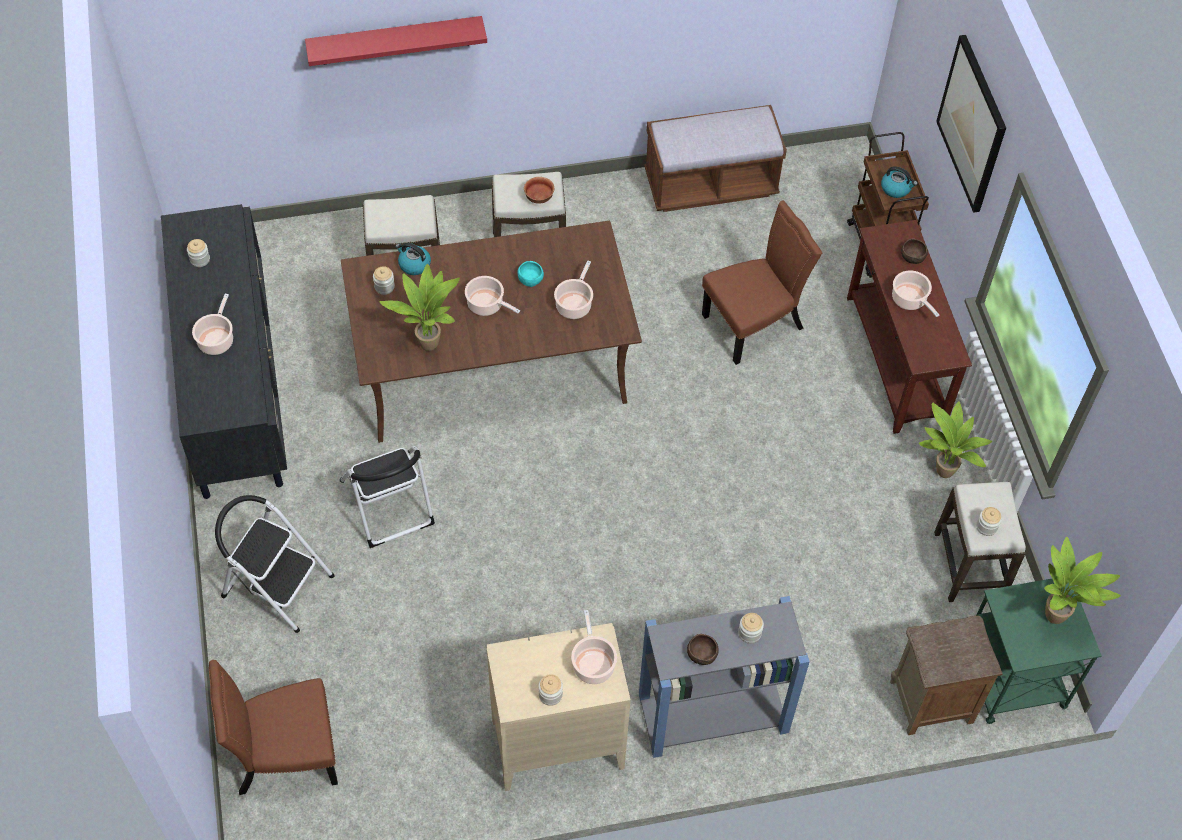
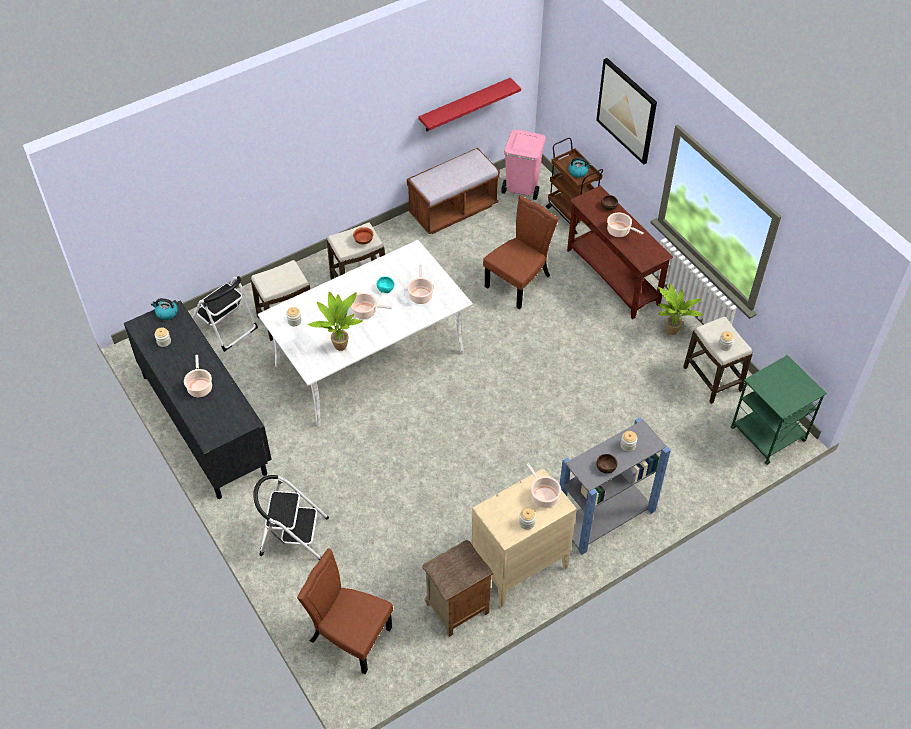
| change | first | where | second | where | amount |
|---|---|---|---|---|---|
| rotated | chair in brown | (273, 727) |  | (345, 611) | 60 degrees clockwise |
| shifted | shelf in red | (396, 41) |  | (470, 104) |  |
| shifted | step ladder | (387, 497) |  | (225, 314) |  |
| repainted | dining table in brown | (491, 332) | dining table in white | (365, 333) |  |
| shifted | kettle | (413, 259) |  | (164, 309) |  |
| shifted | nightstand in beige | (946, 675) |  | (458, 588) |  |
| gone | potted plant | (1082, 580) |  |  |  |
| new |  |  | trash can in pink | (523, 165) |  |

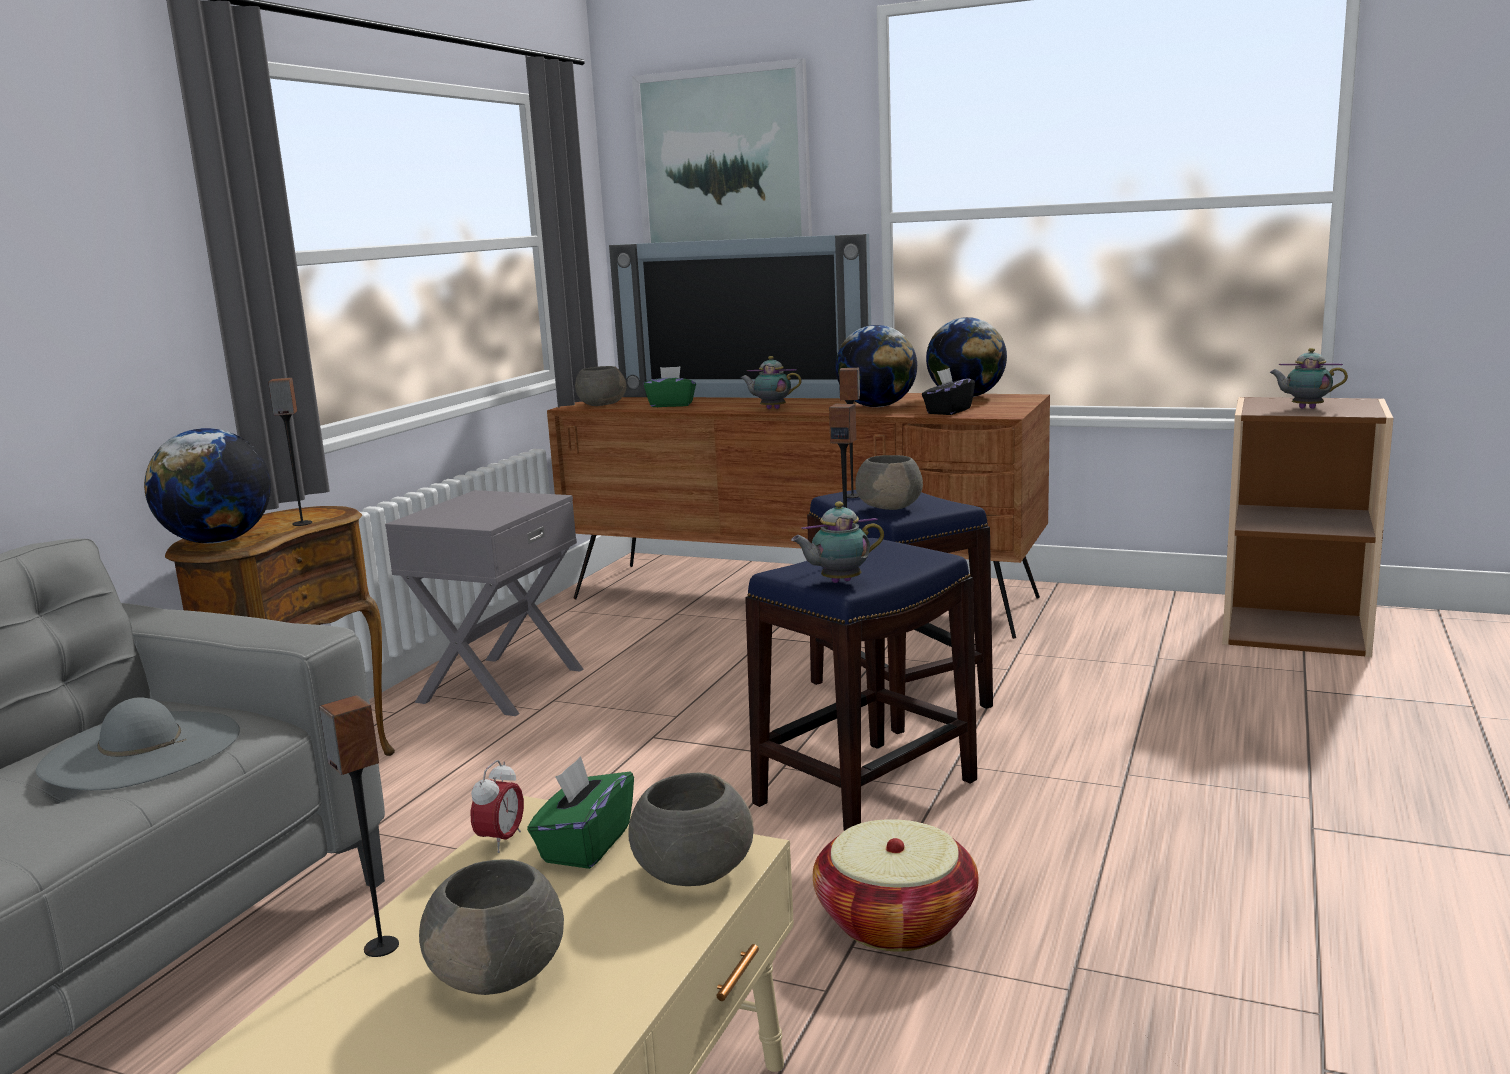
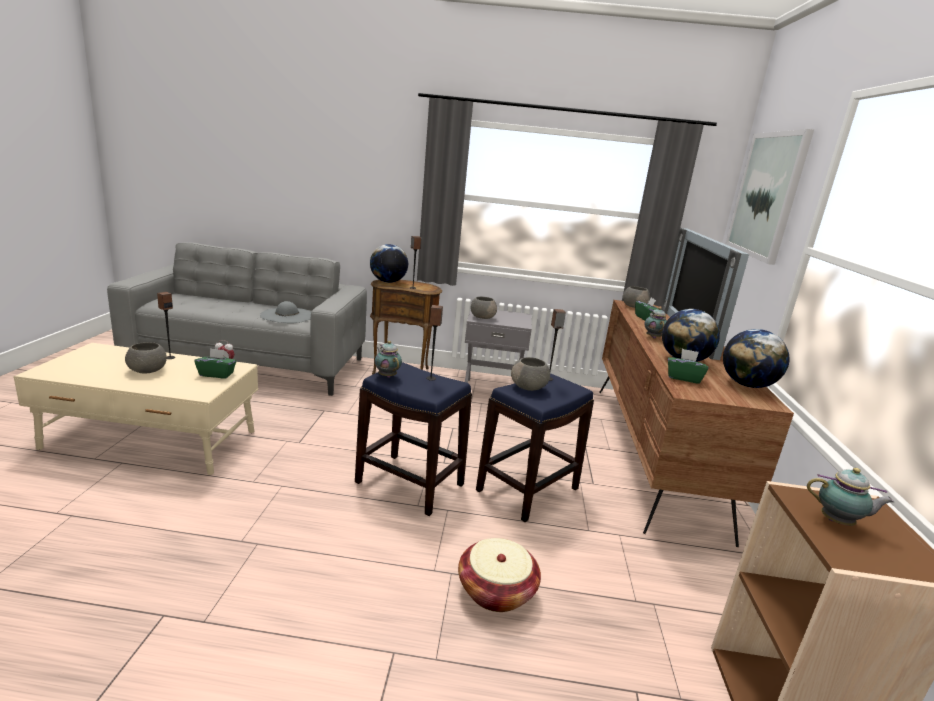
| change | first | where | second | where | amount |
|---|---|---|---|---|---|
| shifted | bowl in grey | (691, 829) |  | (484, 308) |  |
| shifted | basket | (896, 885) |  | (499, 575) |  |
| repainted | tissue box in black | (948, 391) | tissue box in green | (688, 366) |  |
| rotated | teapot | (1308, 378) |  | (850, 497) | 105 degrees clockwise |

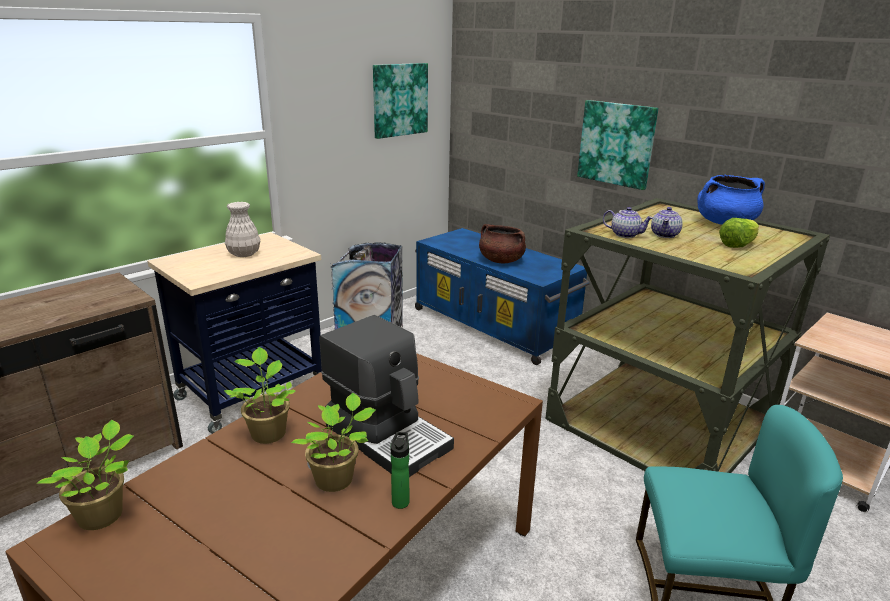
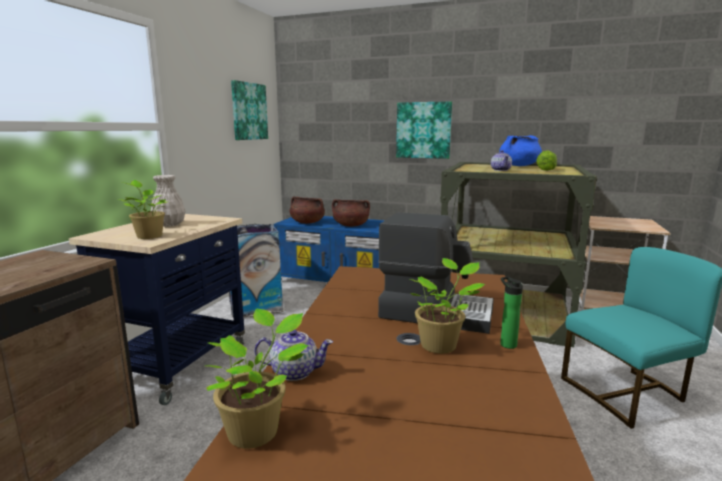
| change | first | where | second | where | amount |
|---|---|---|---|---|---|
| shifted | potted plant | (260, 395) |  | (142, 209) |  |
| shifted | teapot | (628, 222) |  | (294, 355) |  |
| new |  |  | cooking pot in brown | (307, 210) |  |

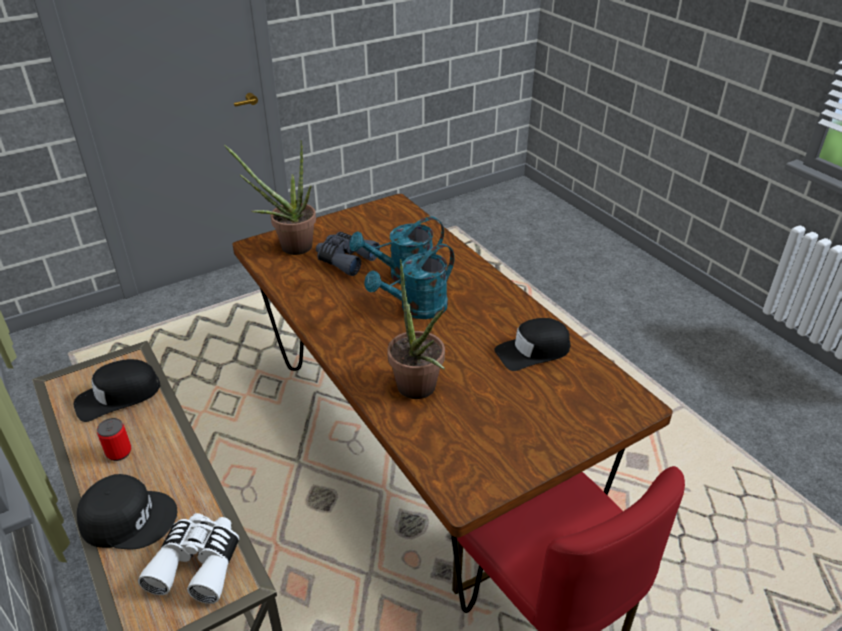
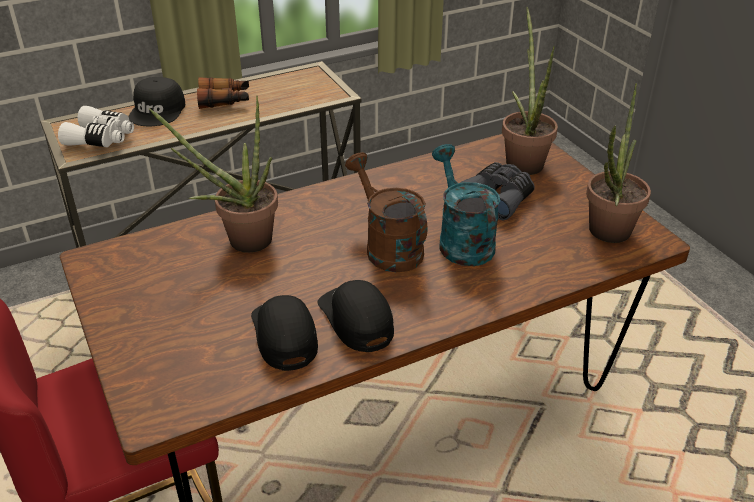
| change | first | where | second | where | amount |
|---|---|---|---|---|---|
| shifted | cap in black | (117, 390) |  | (355, 316) |  |
| swapped | can | (114, 439) | binoculars | (223, 93) |  |
| repainted | watering can in turquoise | (409, 281) | watering can in brown | (386, 212) |  |
| new |  |  | potted plant | (618, 163) |  |

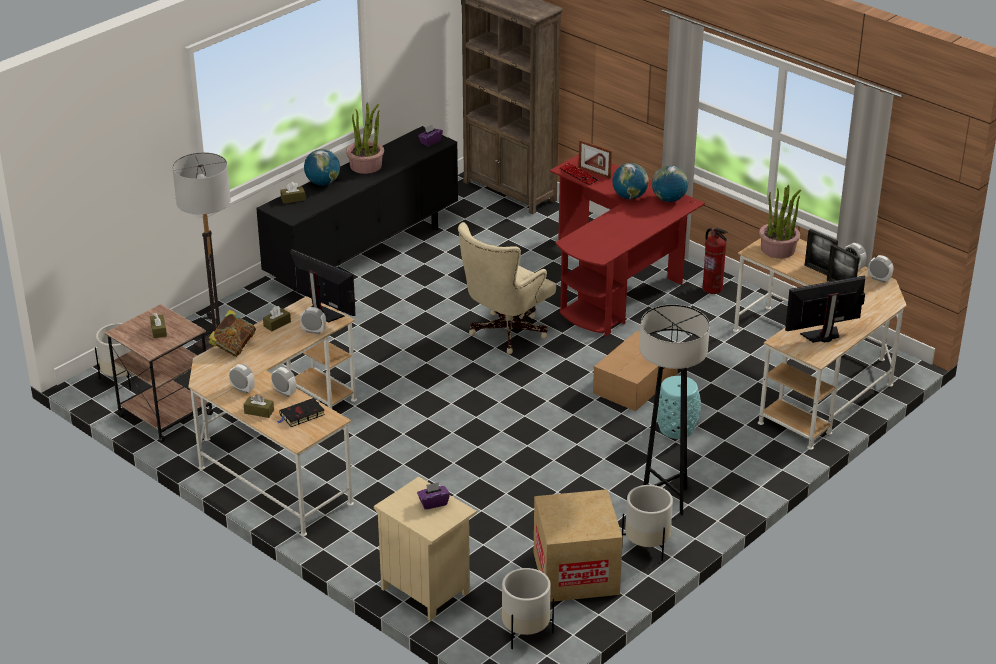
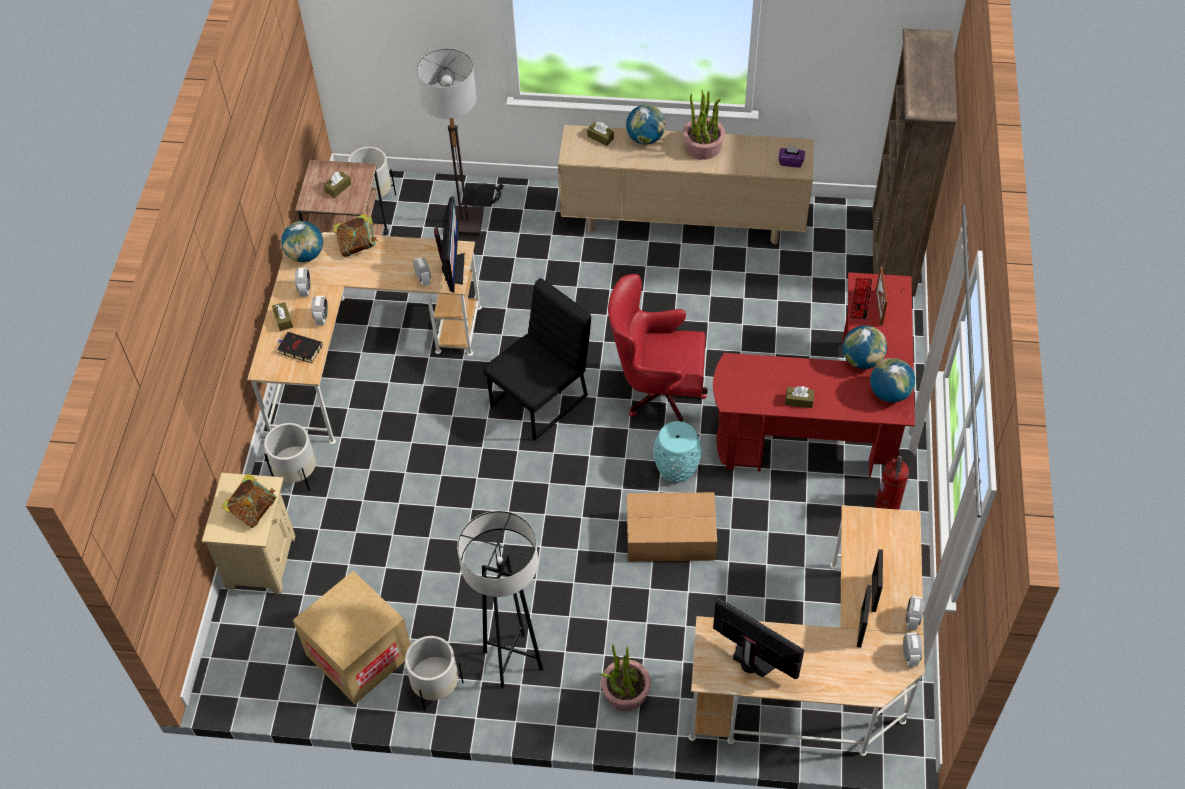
| change | first | where | second | where | amount |
|---|---|---|---|---|---|
| repainted | cabinet in black | (357, 206) | cabinet in beige | (686, 184) |  |
| shifted | tissue box in brown | (277, 318) |  | (799, 397) |  |
| swapped | tissue box in purple | (433, 496) | book | (249, 501) |  |
| repainted | office chair in beige | (507, 288) | office chair in red | (658, 348) |  |
| shifted | planter in white | (528, 608) |  | (290, 457) |  |
| shifted | stool in turquoise | (679, 407) |  | (677, 452) |  |
| shifted | potted plant | (780, 221) |  | (626, 677) |  |
| new |  |  | globe | (302, 241) |  |
| new |  |  | chair in black | (537, 359) |  |

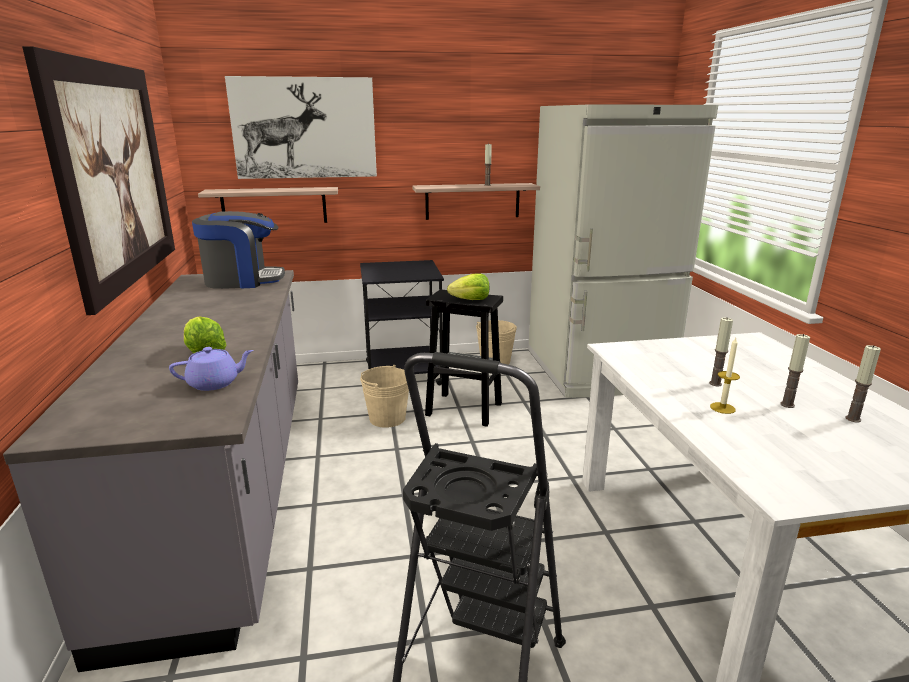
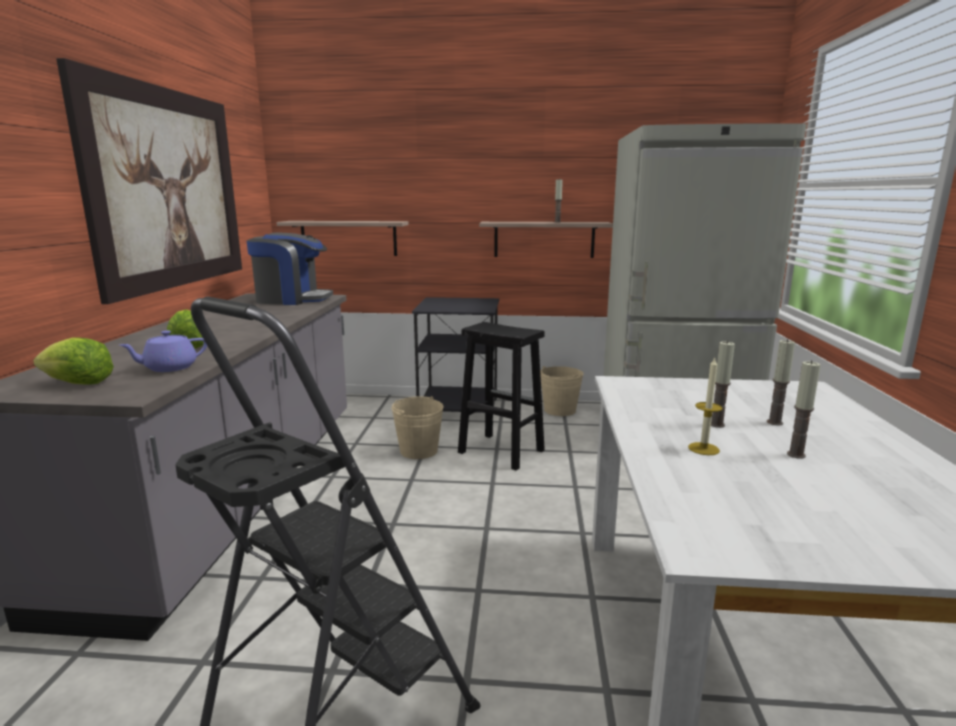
| change | first | where | second | where | amount |
|---|---|---|---|---|---|
| rotated | teapot in purple | (211, 369) |  | (163, 351) | 150 degrees clockwise |
| gone | picture | (301, 127) |  |  |  |
| shifted | lettuce | (468, 287) |  | (73, 360) |  |
| shifted | candle | (863, 383) |  | (781, 382) |  |

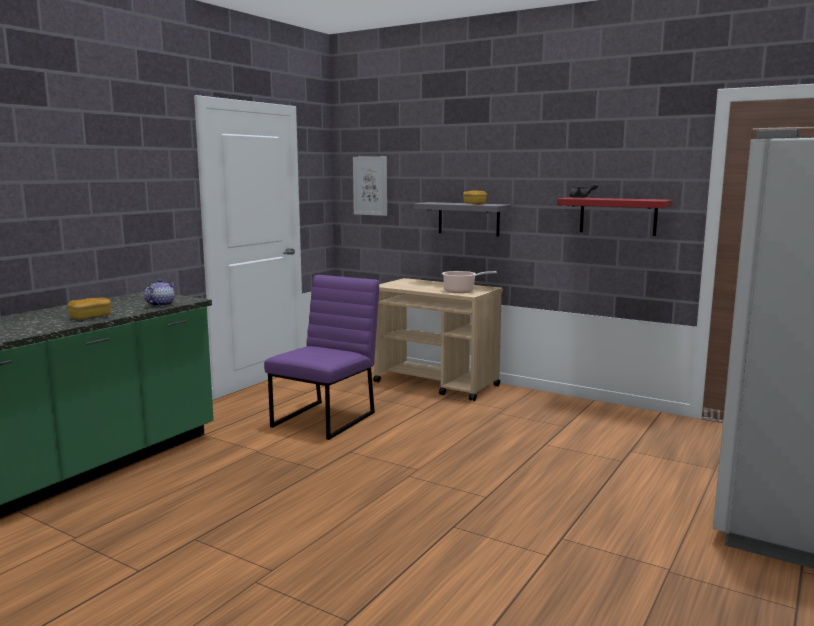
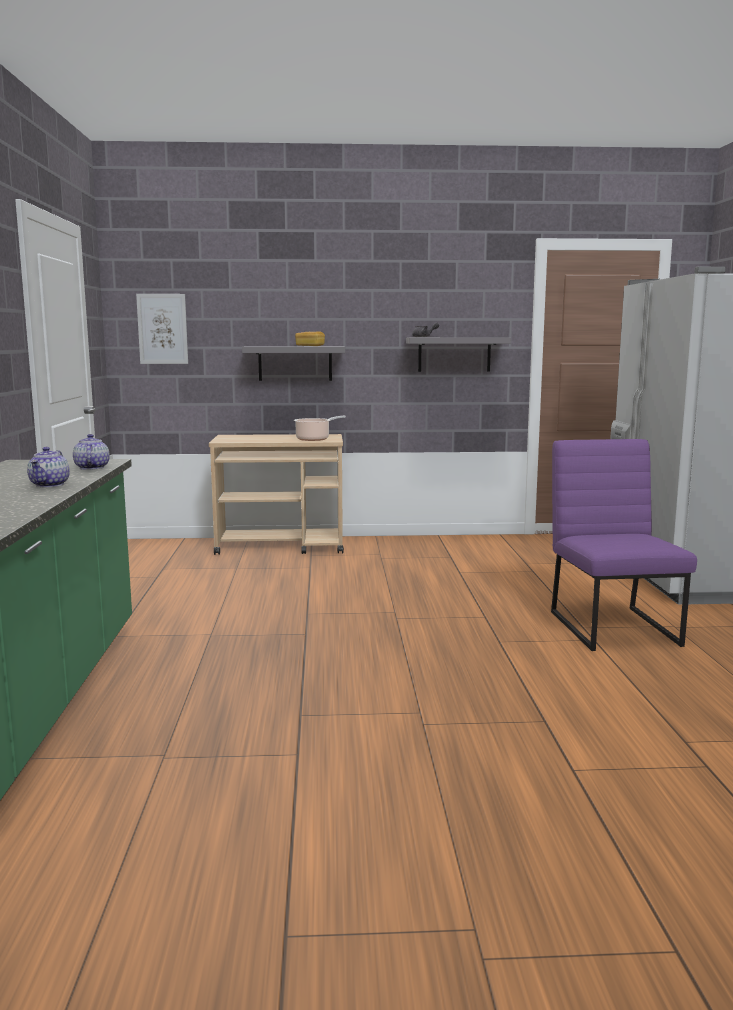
| change | first | where | second | where | amount |
|---|---|---|---|---|---|
| swapped | bread | (89, 308) | teapot | (48, 467) |  |
| shifted | chair in purple | (321, 357) |  | (624, 545) |  |
| repainted | shelf in red | (615, 216) | shelf in grey | (458, 354) |  |

